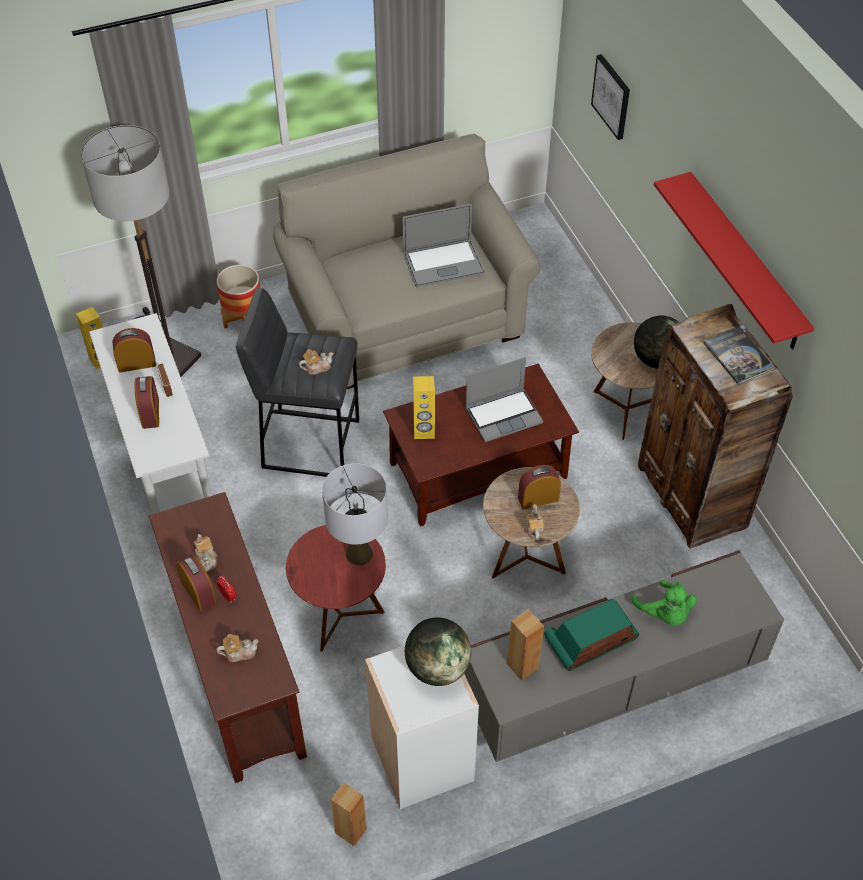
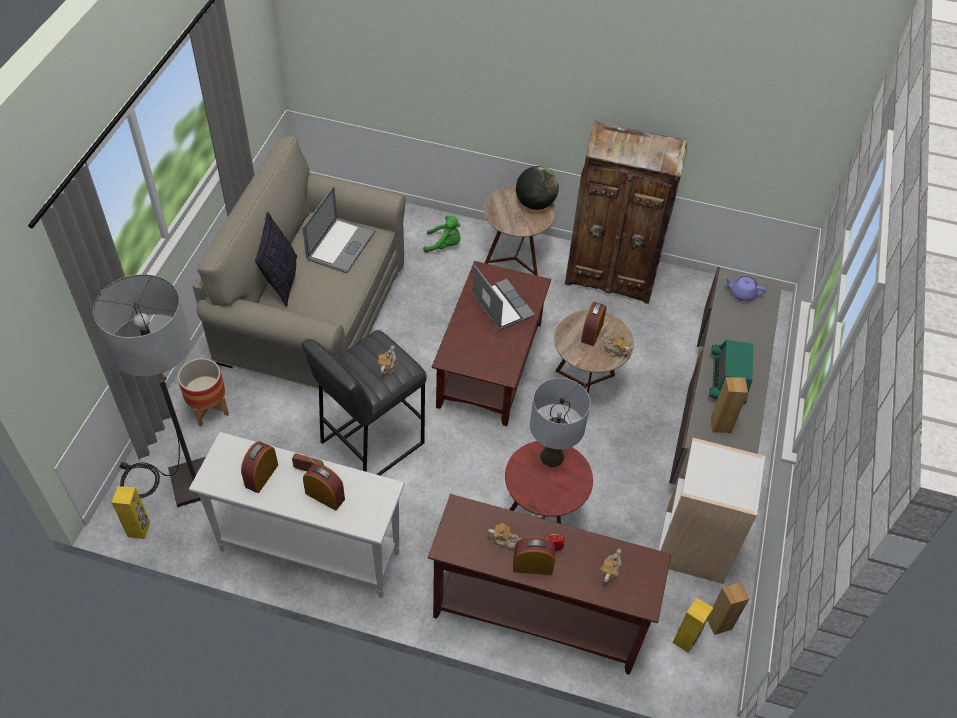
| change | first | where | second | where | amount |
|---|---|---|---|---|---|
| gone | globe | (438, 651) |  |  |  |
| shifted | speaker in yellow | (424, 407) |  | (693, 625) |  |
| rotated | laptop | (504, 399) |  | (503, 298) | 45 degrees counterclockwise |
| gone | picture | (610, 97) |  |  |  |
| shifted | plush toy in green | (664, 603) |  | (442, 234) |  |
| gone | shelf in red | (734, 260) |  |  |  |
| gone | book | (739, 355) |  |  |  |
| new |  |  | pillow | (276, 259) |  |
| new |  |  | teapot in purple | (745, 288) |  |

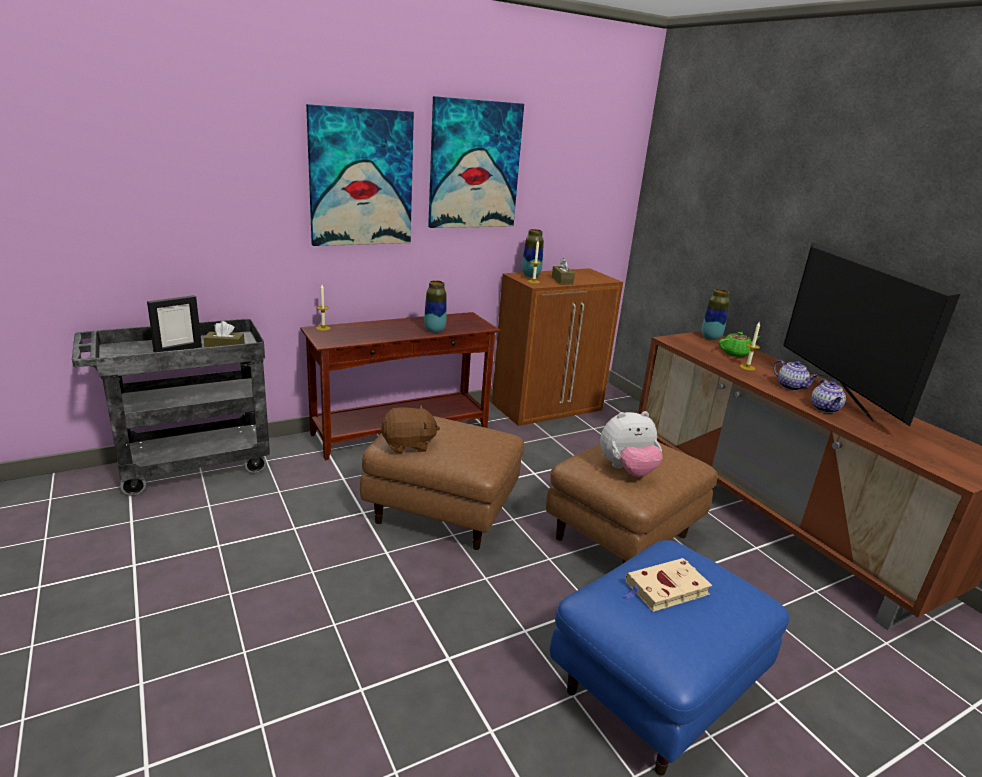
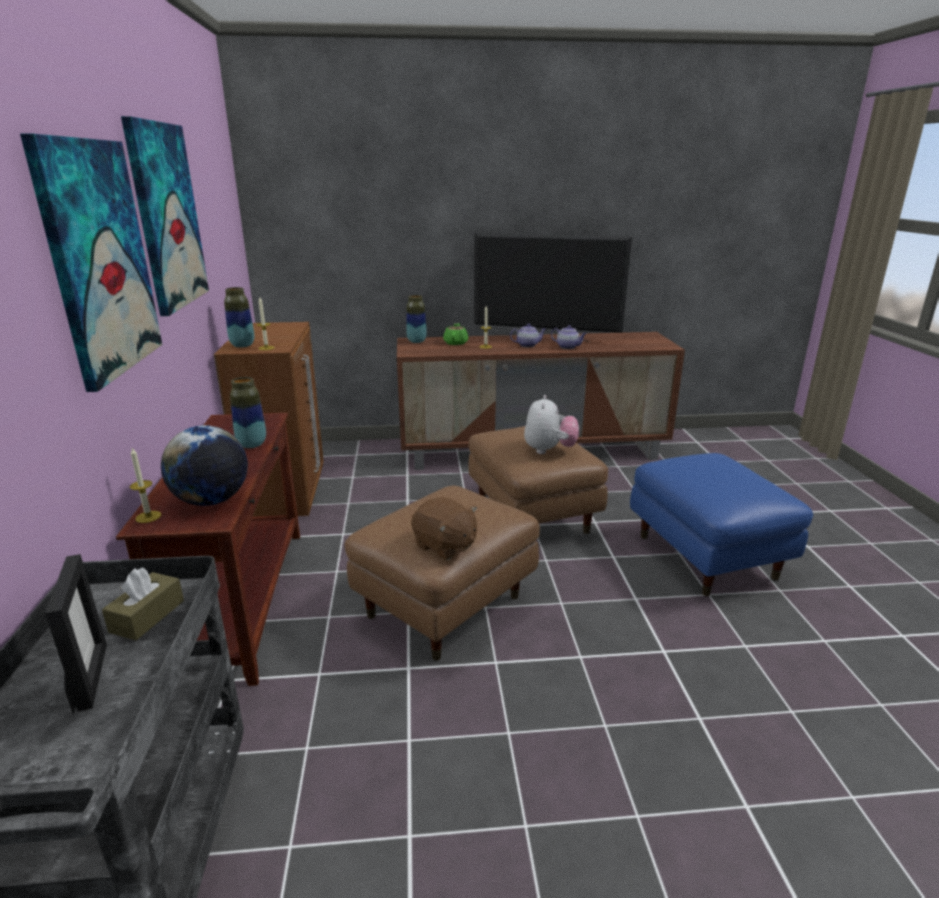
| change | first | where | second | where | amount |
|---|---|---|---|---|---|
| rotated | plush toy in brown | (410, 429) |  | (444, 528) | 120 degrees clockwise |
| gone | tissue box in brown | (563, 271) |  |  |  |
| gone | book in beige | (667, 585) |  |  |  |
| new |  |  | globe | (204, 465) |  |

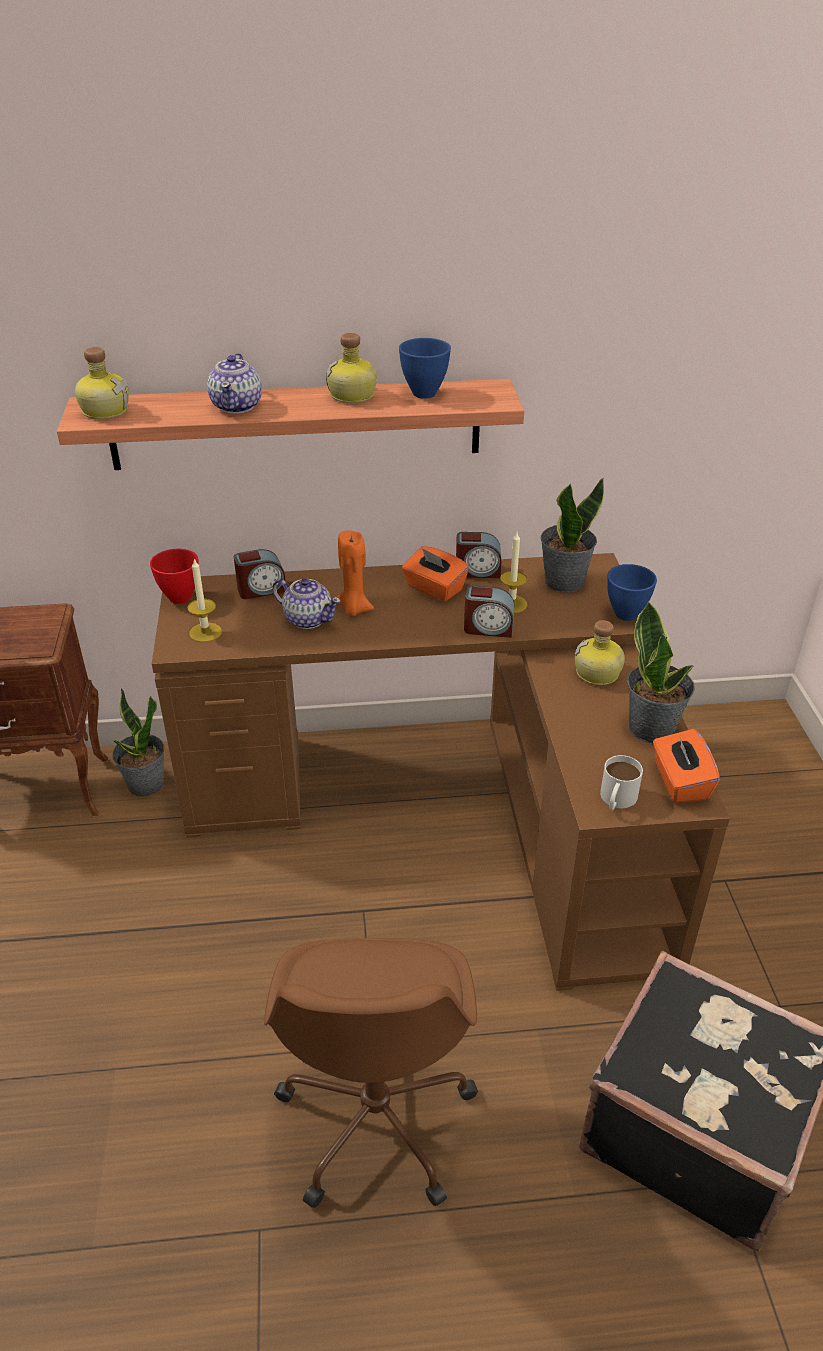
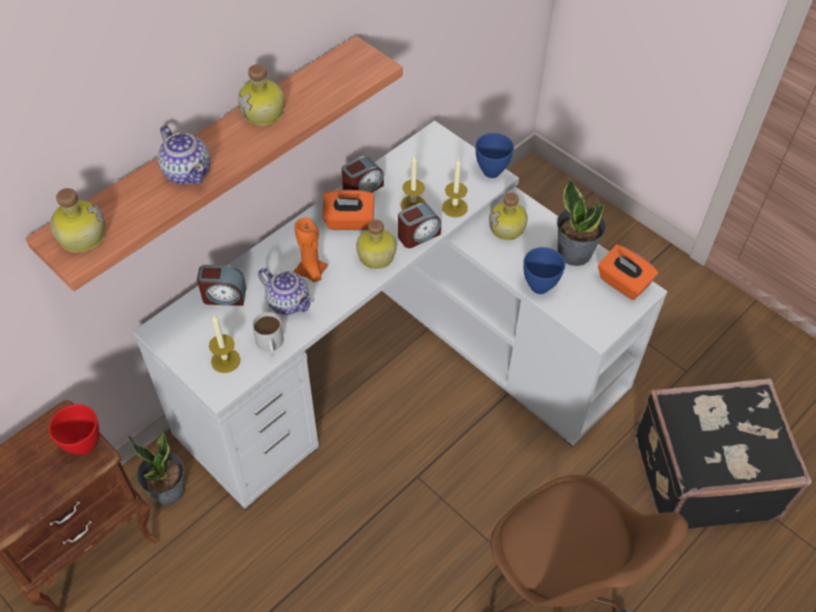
| change | first | where | second | where | amount |
|---|---|---|---|---|---|
| shifted | bowl in red | (174, 576) |  | (74, 429) |  |
| repainted | desk in brown | (441, 772) | desk in white | (400, 315) |  |
| rotated | alarm clock | (260, 574) |  | (221, 285) | 60 degrees clockwise |
| rotated | teapot | (306, 603) |  | (286, 291) | 45 degrees clockwise |
| shifted | bowl in blue | (425, 368) |  | (544, 270) |  |
| gone | potted plant | (572, 535) |  |  |  |
| shifted | mug in white | (621, 782) |  | (268, 334) |  |
| new |  |  | bottle | (376, 244) |  |
| new |  |  | candle | (455, 187) |  |

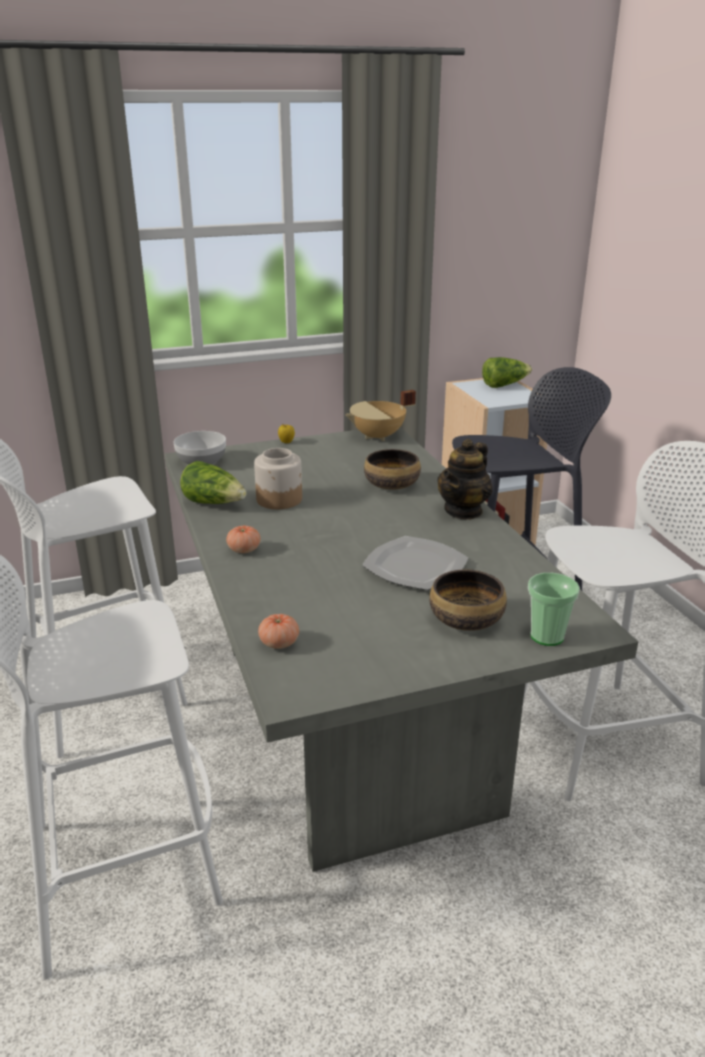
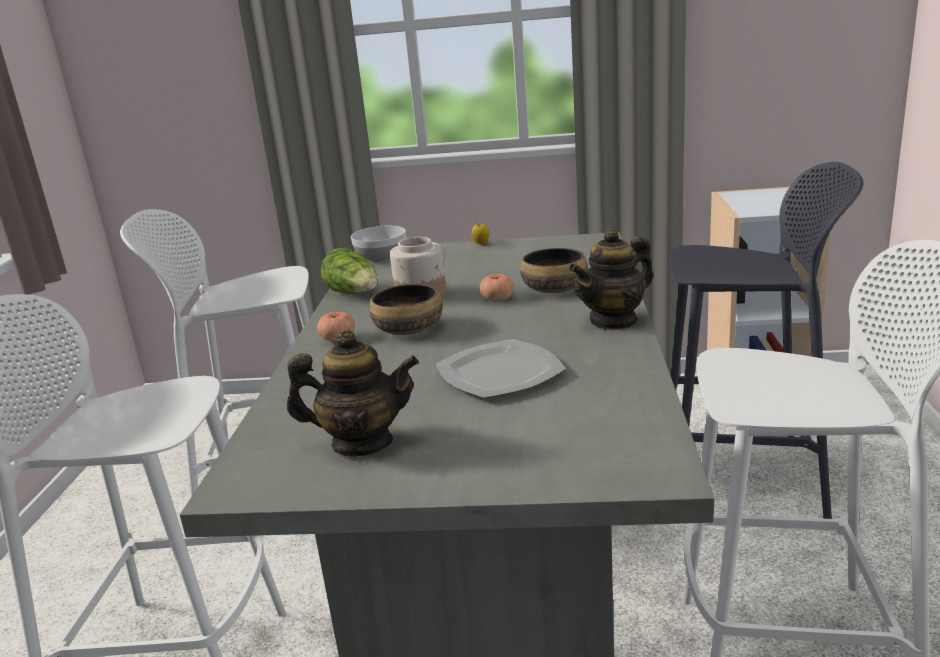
| change | first | where | second | where | amount |
|---|---|---|---|---|---|
| shifted | tomato | (278, 631) |  | (497, 287) |  |
| gone | cooking pot in beige | (380, 415) |  |  |  |
| shifted | bowl | (468, 600) |  | (406, 309) |  |
| gone | lettuce | (507, 372) |  |  |  |
| gone | cup | (554, 609) |  |  |  |
| new |  |  | teapot | (353, 393) |  |

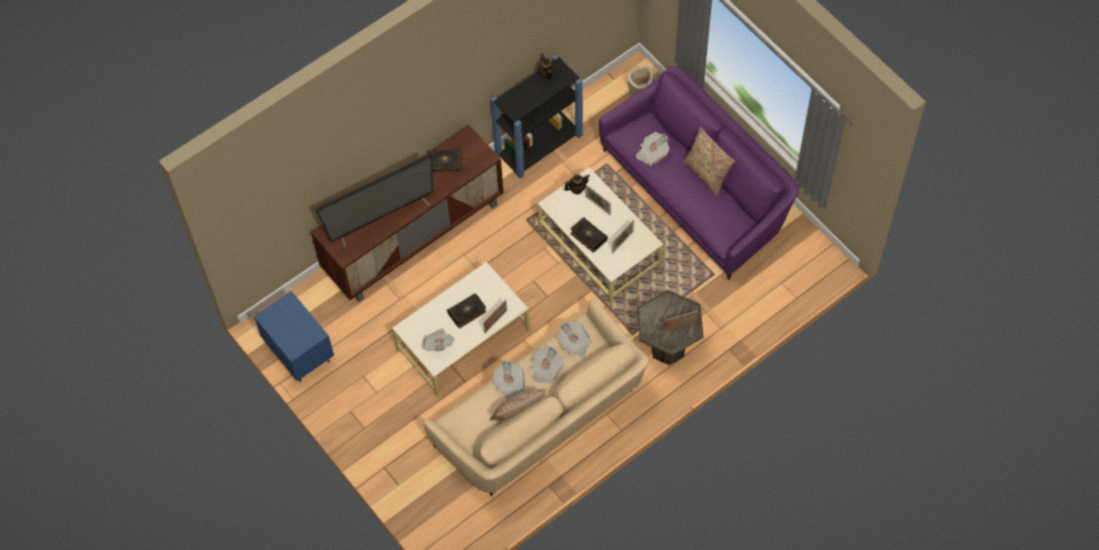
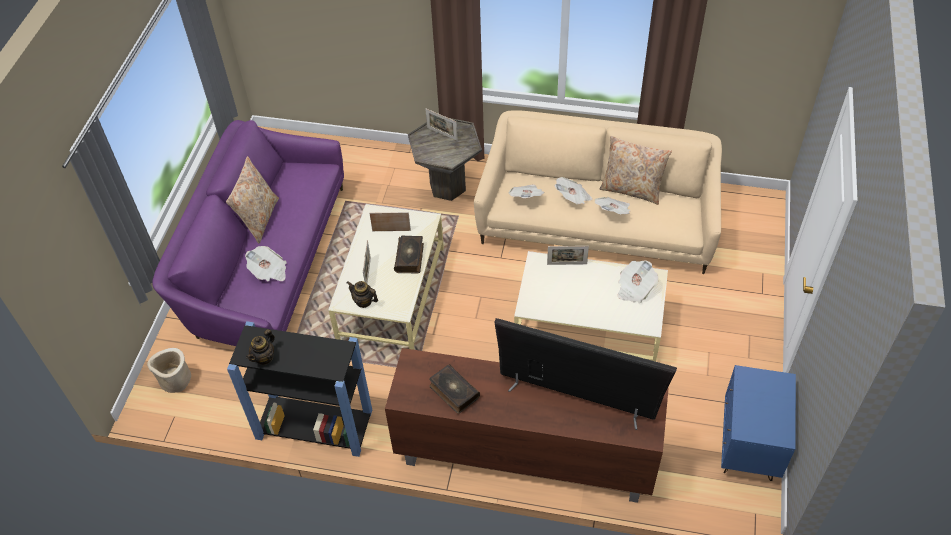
| change | first | where | second | where | amount |
|---|---|---|---|---|---|
| gone | book | (466, 311) |  |  |  |

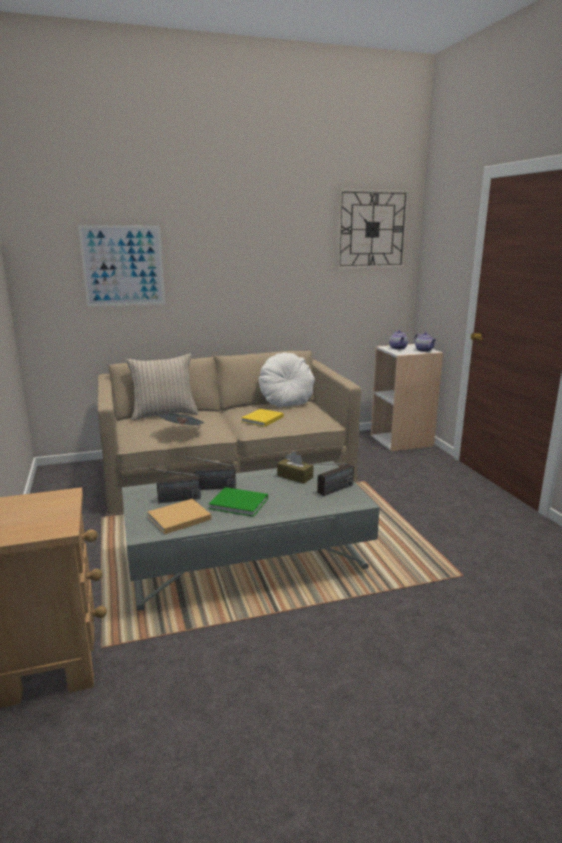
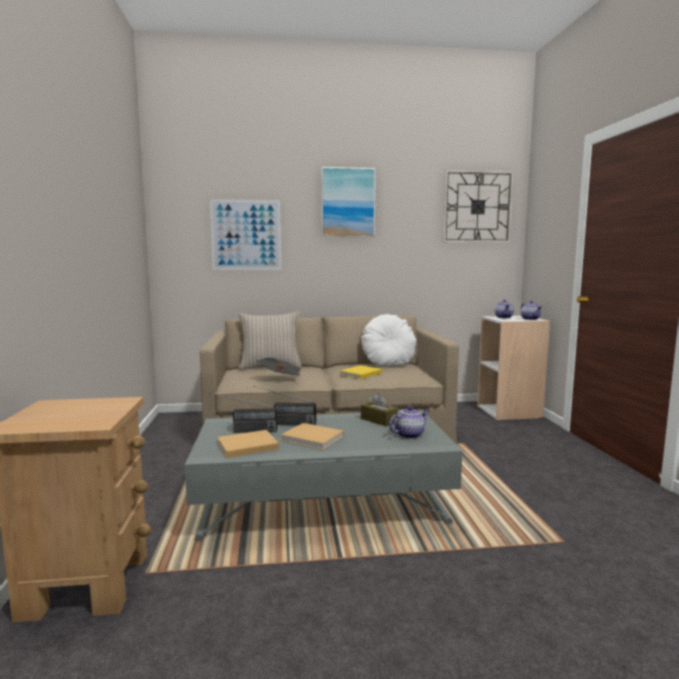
| change | first | where | second | where | amount |
|---|---|---|---|---|---|
| repainted | book in green | (238, 502) | book in beige | (312, 436) |  |
| swapped | radio | (327, 479) | teapot | (409, 422) |  |
| new |  |  | picture | (348, 202) |  |

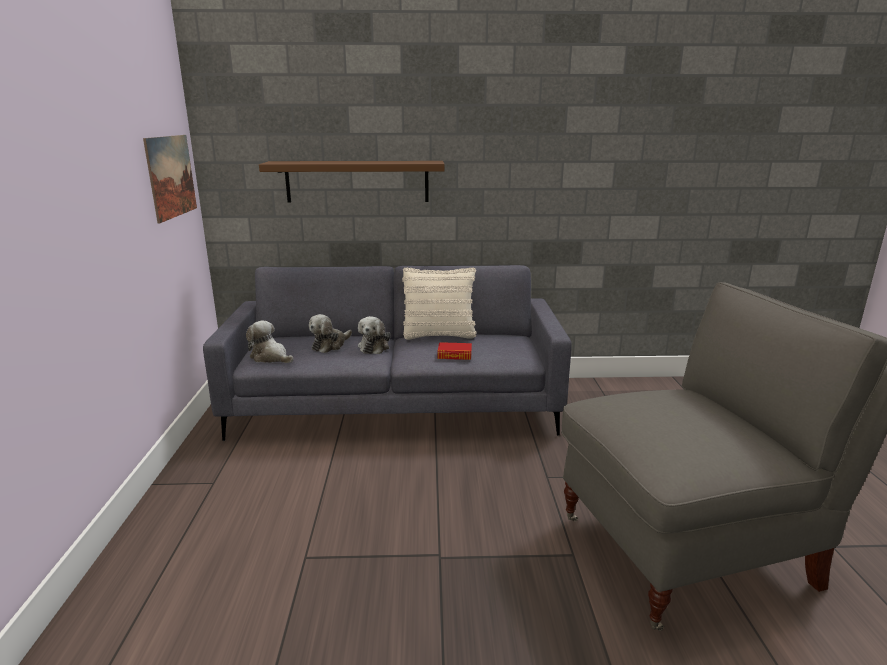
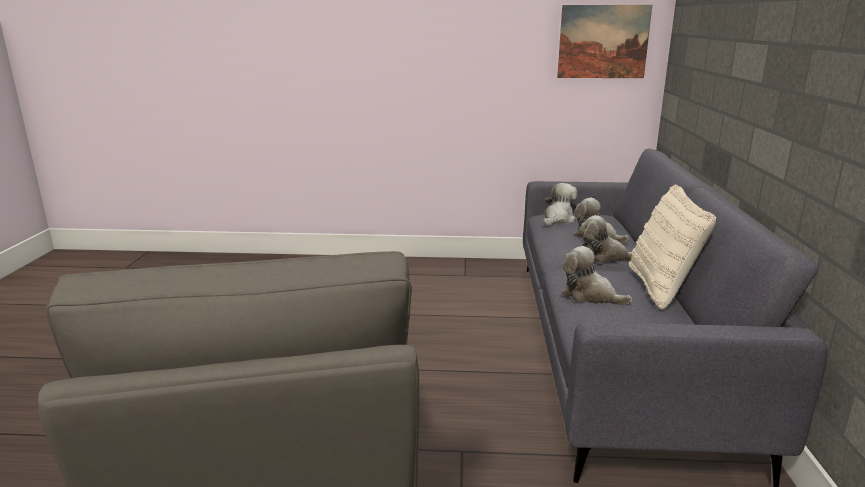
| change | first | where | second | where | amount |
|---|---|---|---|---|---|
| gone | shelf in brown | (351, 182) |  |  |  |
| swapped | book | (454, 351) | plush toy | (596, 276) |  |

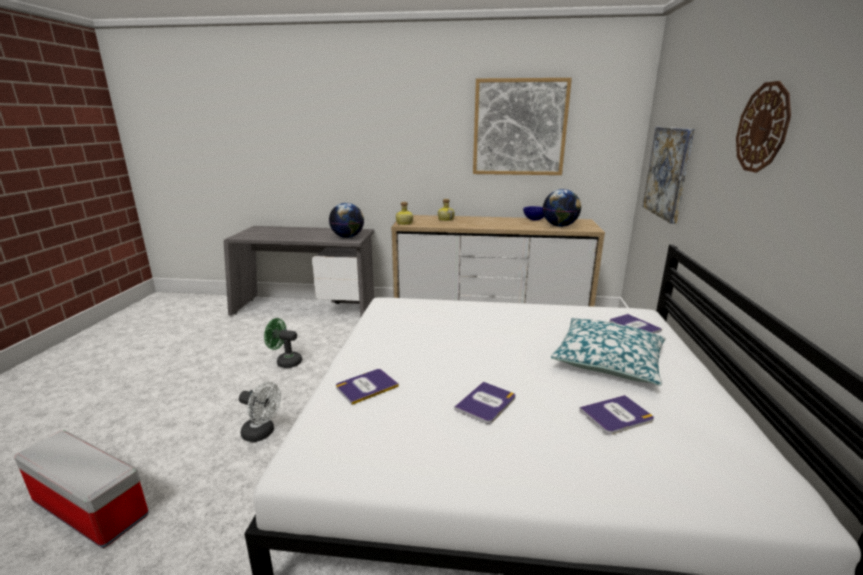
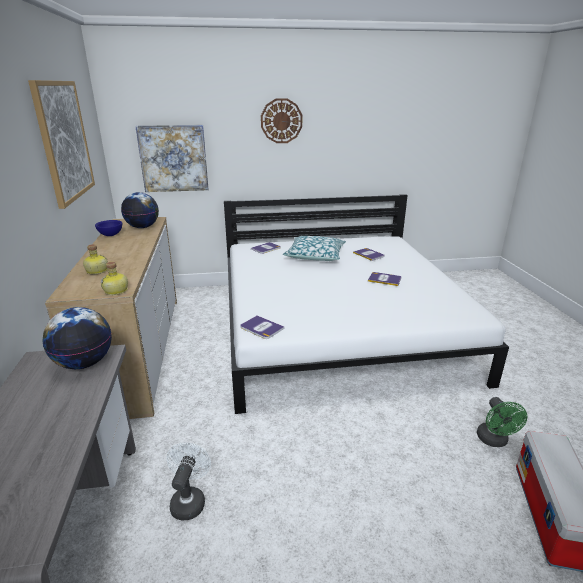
| change | first | where | second | where | amount |
|---|---|---|---|---|---|
| shifted | fan in white | (260, 412) |  | (188, 481) |  |
| shifted | fan in green | (283, 343) |  | (502, 422) |  |
| shifted | book | (367, 387) |  | (262, 327) |  |

